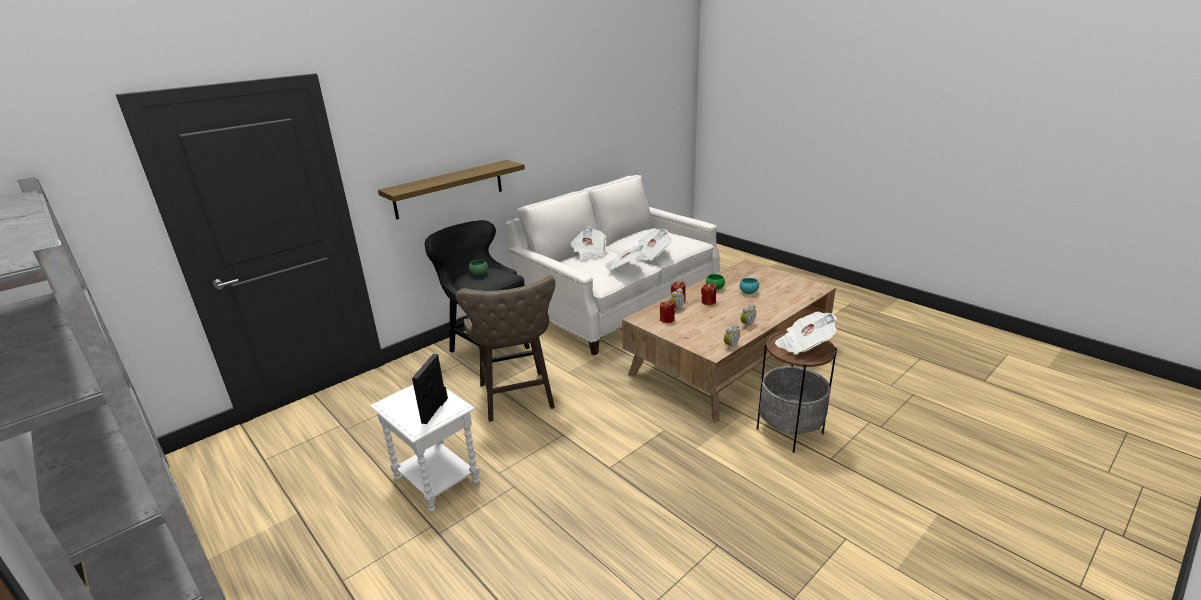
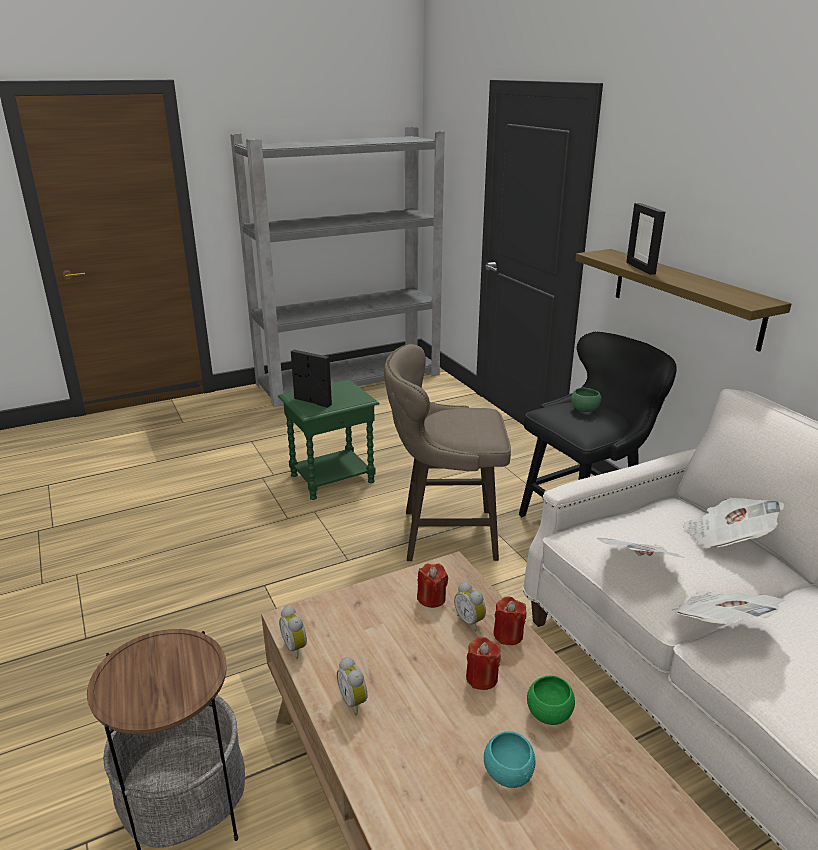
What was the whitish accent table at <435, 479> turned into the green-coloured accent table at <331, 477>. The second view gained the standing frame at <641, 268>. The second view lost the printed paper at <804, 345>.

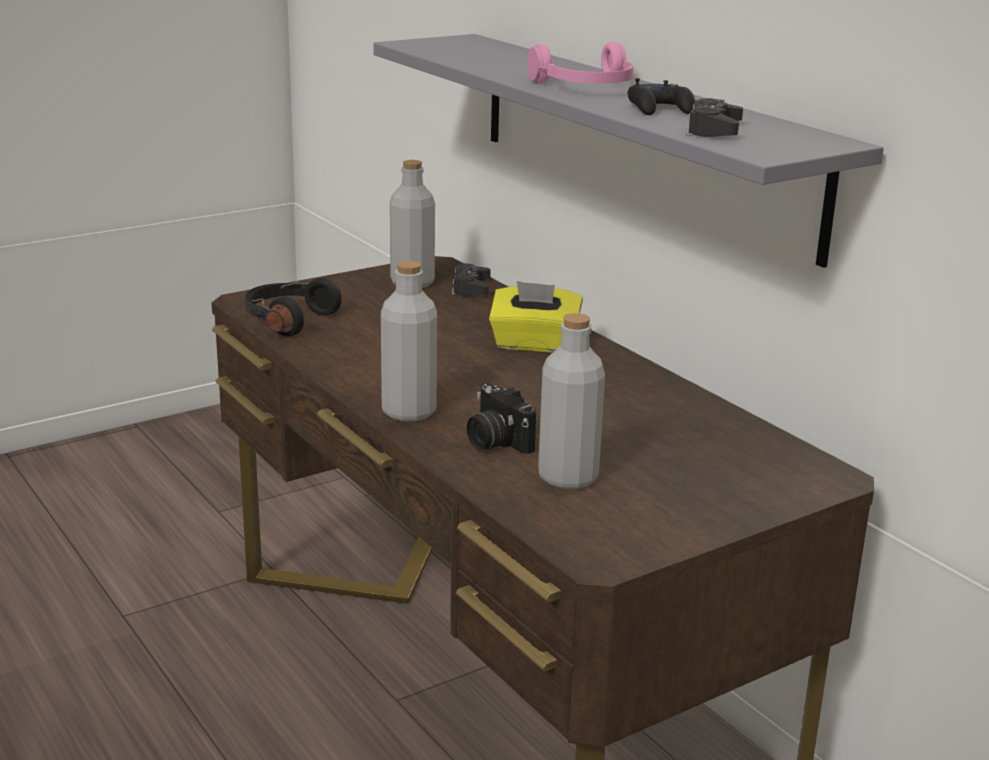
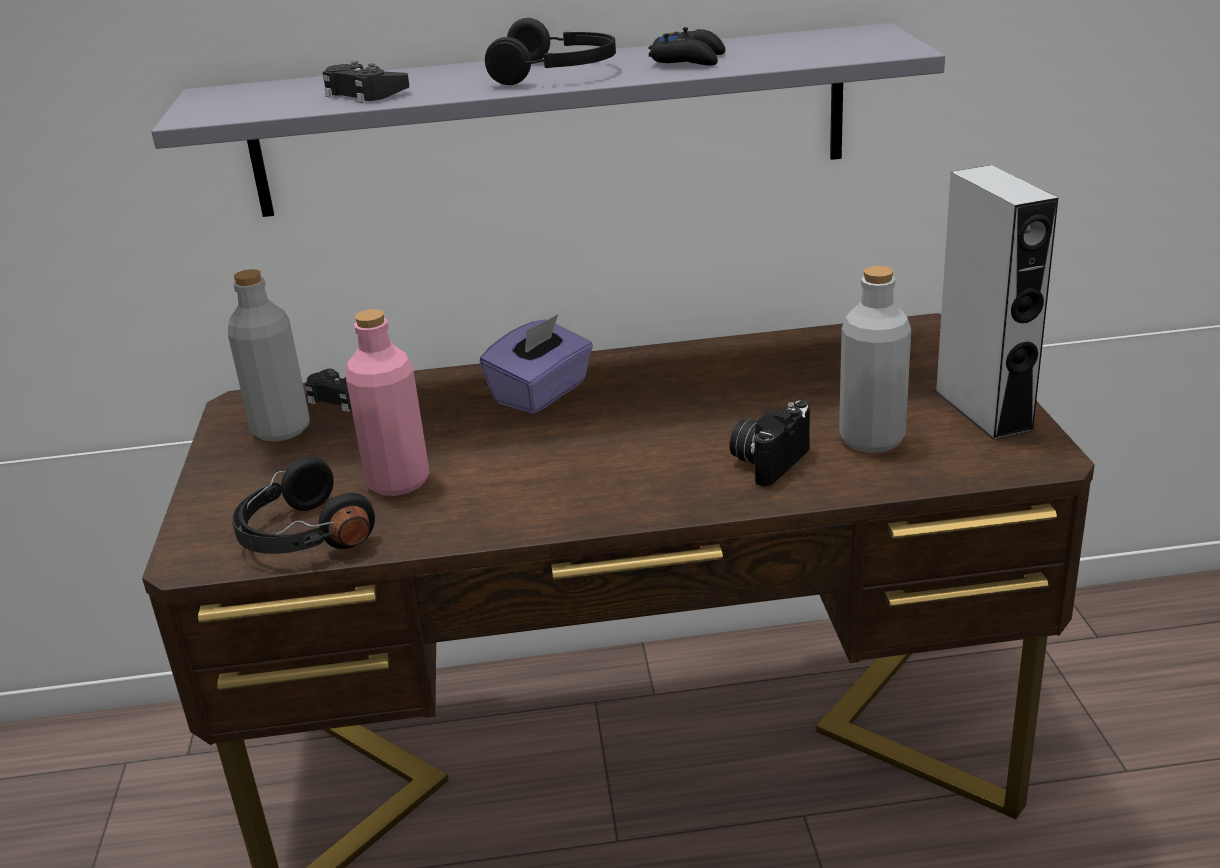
The blackish game controller ended up elsewhere, having gone from <713, 130> to <364, 93>. The second view gained the pink beverage bottle at <398, 481>. What was the yellow tissue holder at <534, 344> turned into the purplish tissue holder at <542, 393>. What was the pink headset at <587, 87> turned into the blackish headset at <557, 72>. The photo camera at <495, 441> ended up facing another way, 135 degrees clockwise from before. The second view gained the gray audio speaker at <983, 410>. The second view lost the gray beverage bottle at <409, 411>.

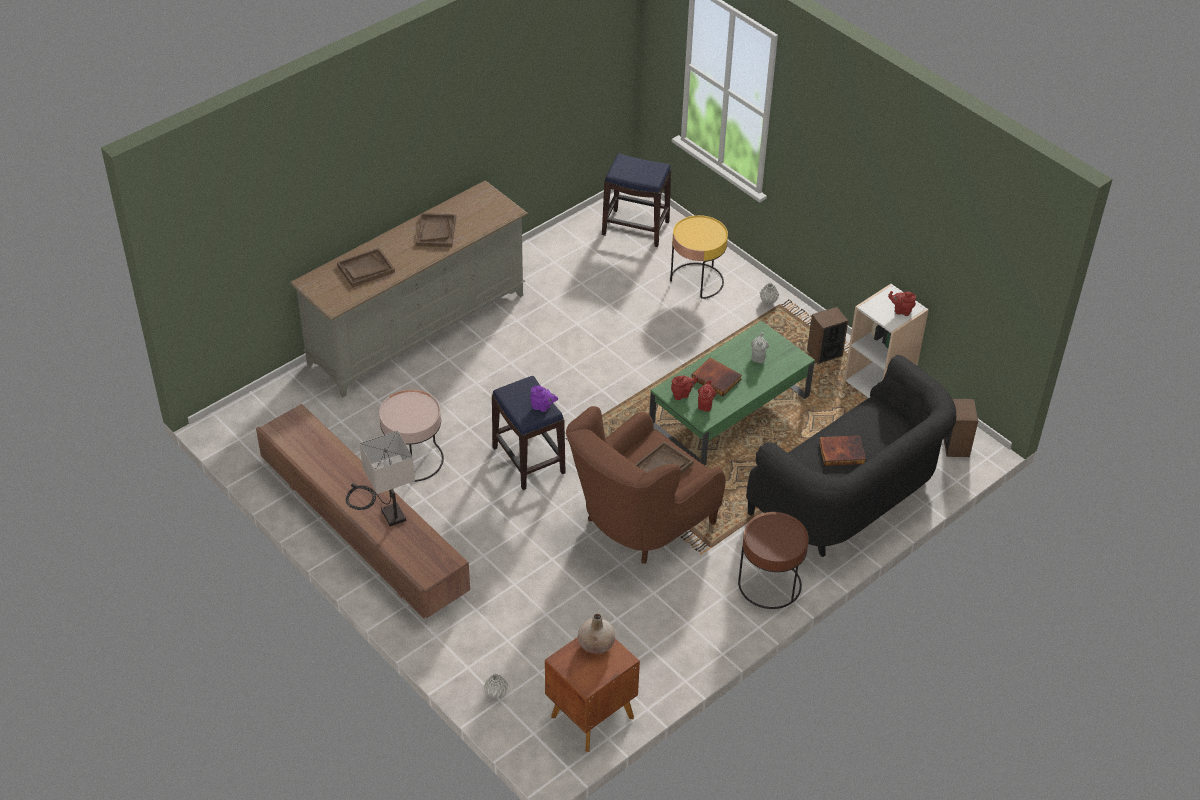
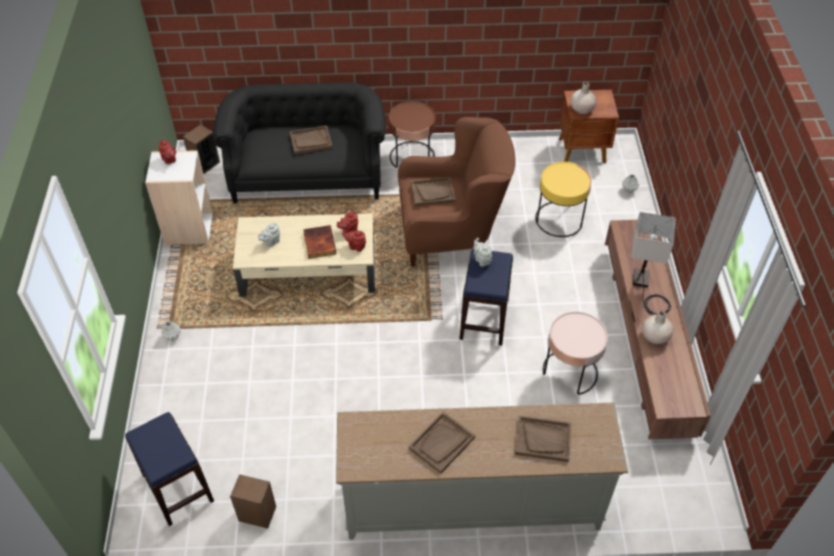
The audio speaker ended up elsewhere, having gone from <824, 353> to <257, 514>. What was the green-coloured lounge table at <729, 411> turned into the sand-coloured lounge table at <309, 269>. Where the book stood at <841, 452>, the brownish tray came to stand at <310, 141>. What was the purplish pot for tea at <542, 407> turned into the gray pot for tea at <482, 260>. The yellow accent table ended up elsewhere, having gone from <697, 281> to <559, 219>. The second view gained the sand-coloured vase at <654, 336>.

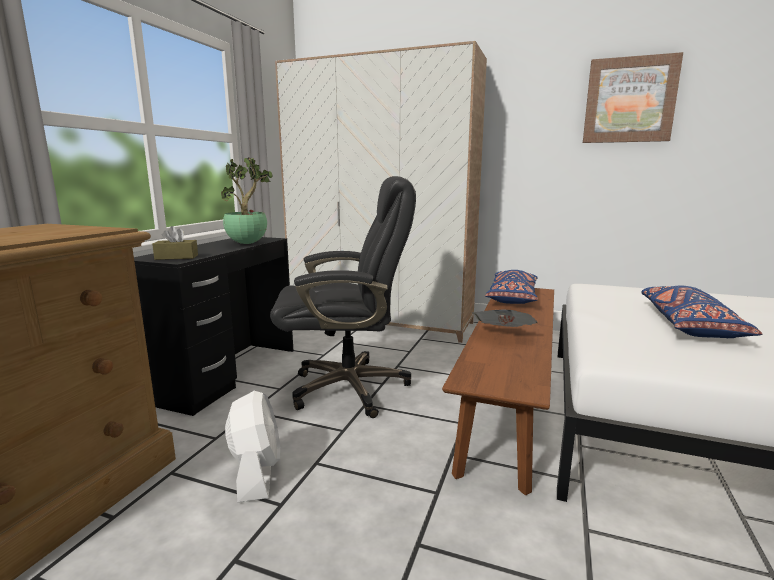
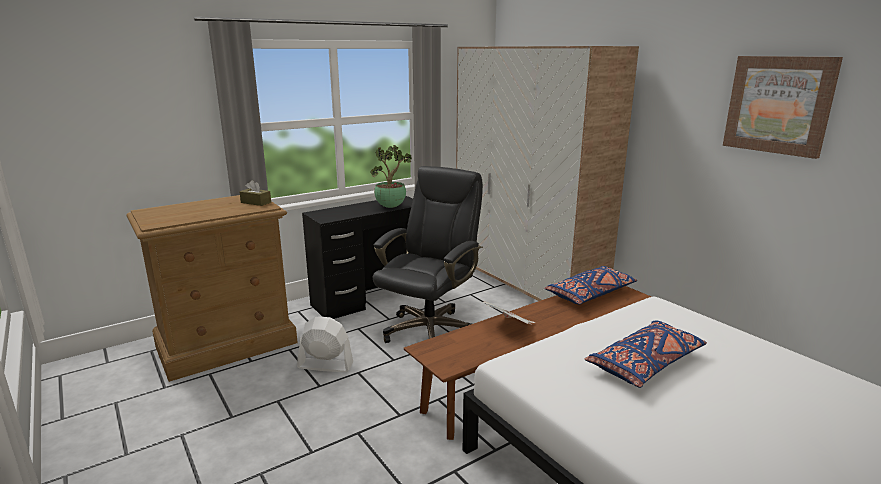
The brownish tissue holder ended up elsewhere, having gone from <176, 257> to <256, 202>. The whitish electric fan at <256, 472> ended up facing another way, 105 degrees counterclockwise from before. The blackish computer chair at <346, 388> ended up facing another way, 90 degrees counterclockwise from before.

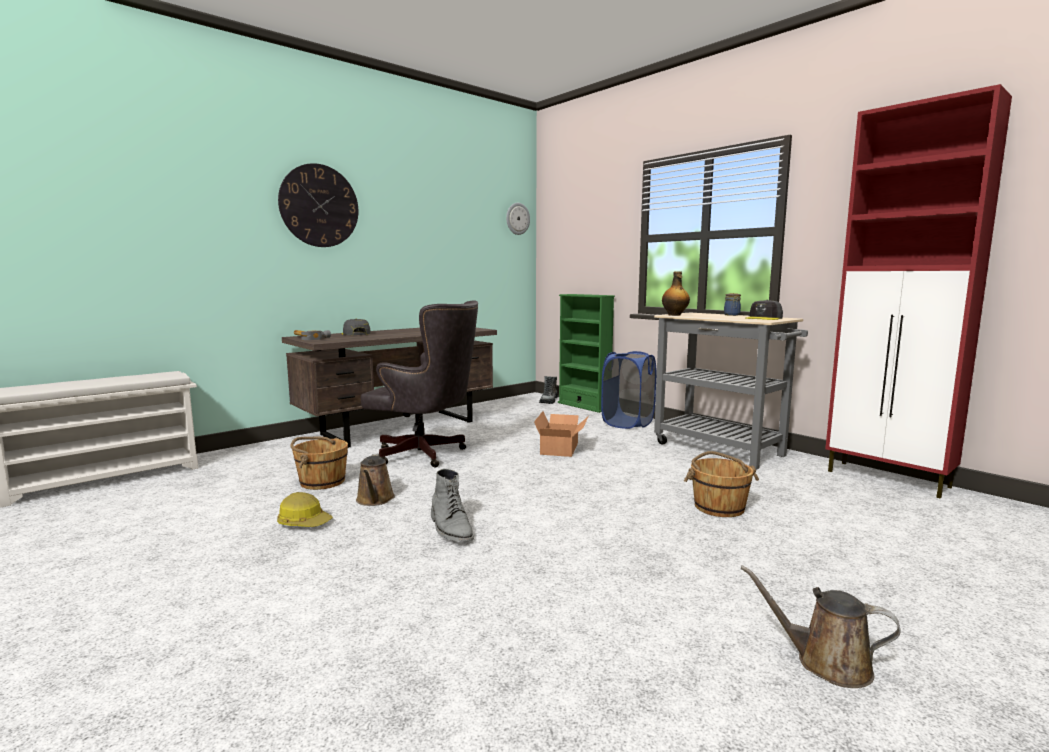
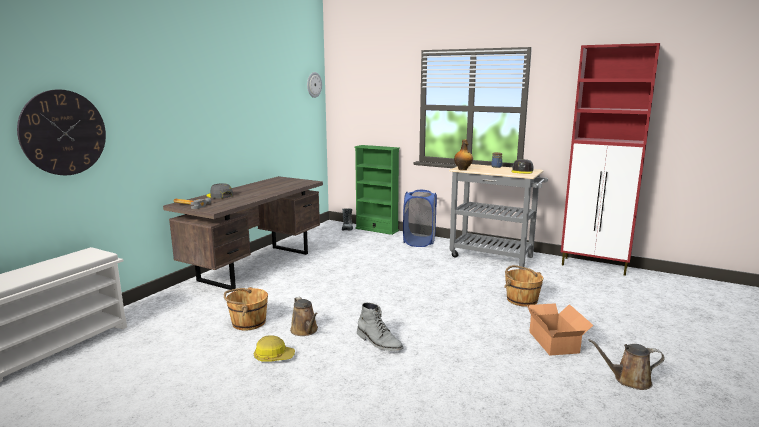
The clock on the wall ended up elsewhere, having gone from <319, 206> to <63, 133>. The cardboard box ended up elsewhere, having gone from <561, 448> to <555, 341>. The second view lost the gray computer chair at <426, 455>.

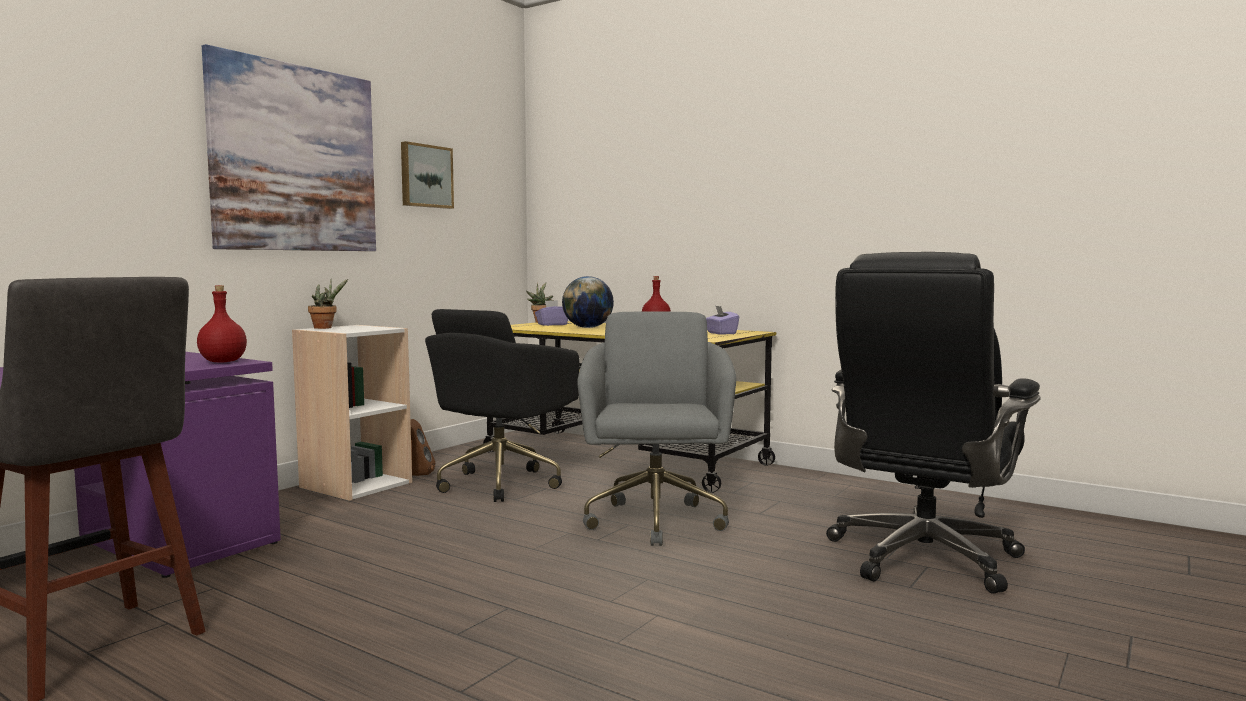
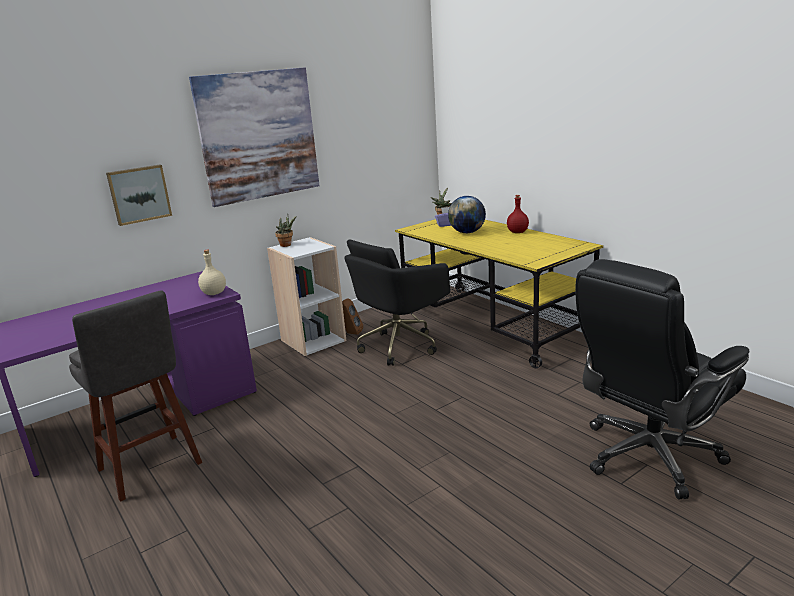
The wall picture ended up elsewhere, having gone from <425, 176> to <139, 194>. What was the reddish beverage bottle at <224, 361> turned into the sand-coloured beverage bottle at <214, 293>. The second view lost the gray computer chair at <655, 524>. The second view lost the purplish tissue holder at <721, 333>.

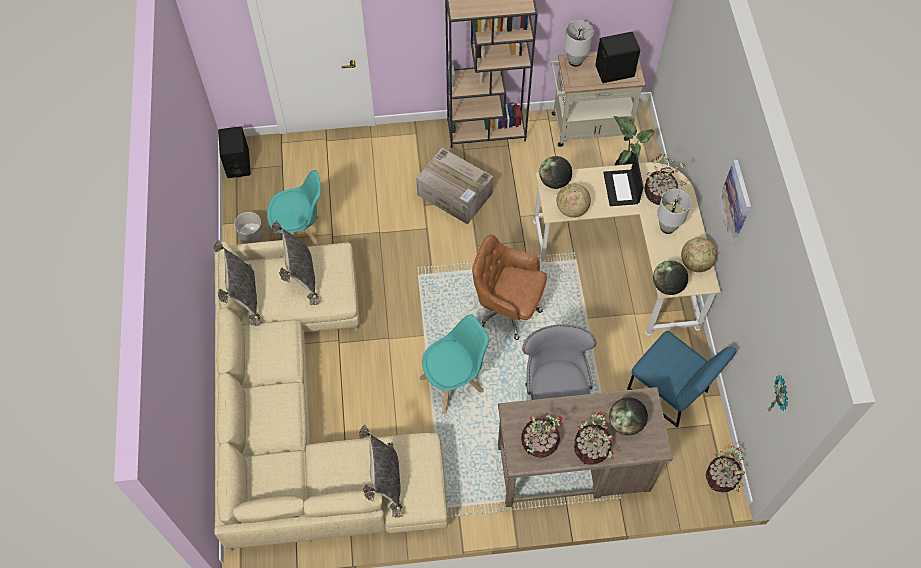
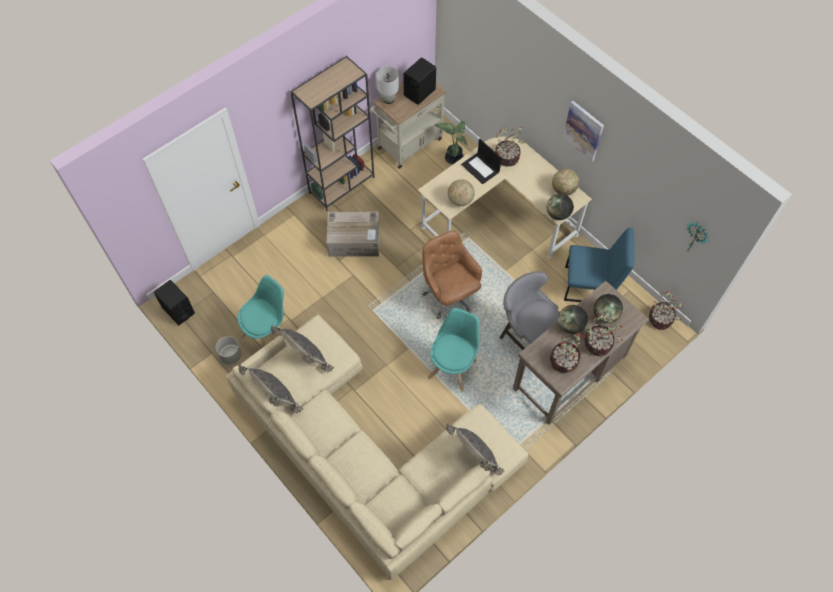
The brownish computer chair at <508, 309> ended up facing another way, 75 degrees clockwise from before. The desk globe ended up elsewhere, having gone from <554, 181> to <570, 325>. The second view lost the whitish table lamp at <667, 227>.

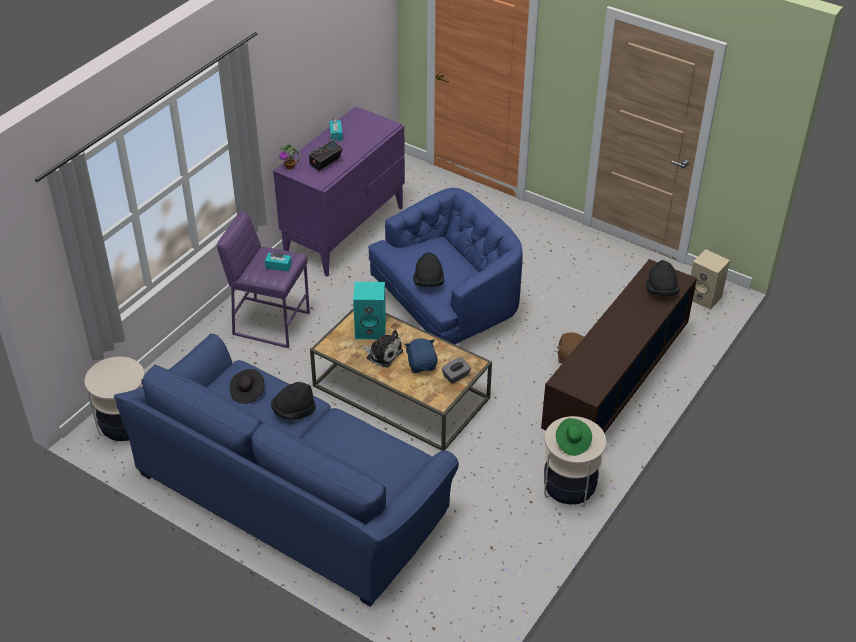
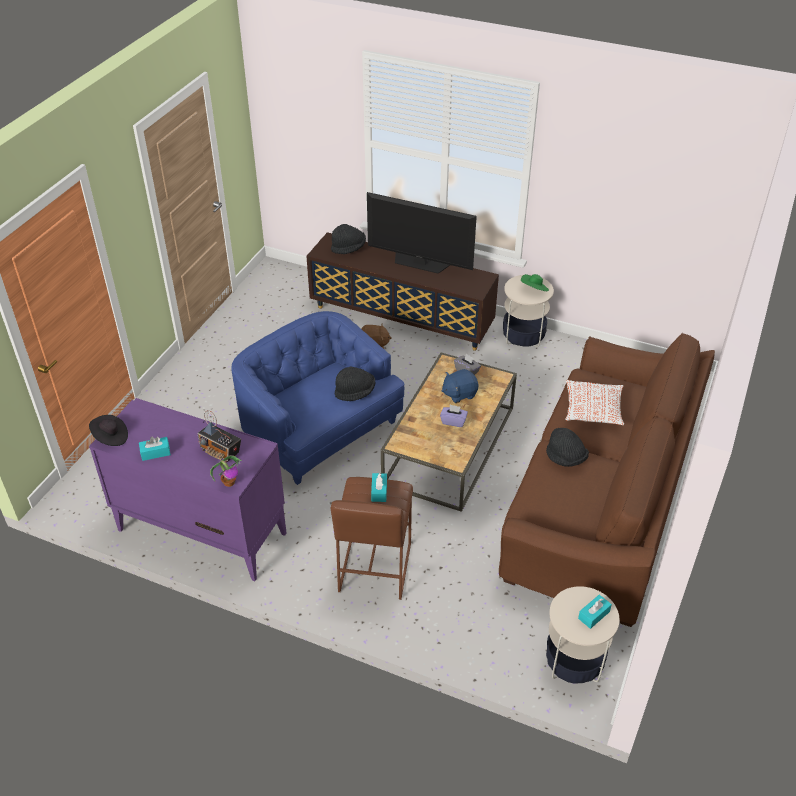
The blackish clothing hat ended up elsewhere, having gone from <247, 392> to <110, 437>. What was the purplish sitting stool at <270, 323> turned into the brownish sitting stool at <374, 568>. The second view gained the TV set at <420, 263>. Where the plush toy stood at <383, 354>, the purplish tissue holder came to stand at <453, 421>. What was the bluish settee at <293, 492> turned into the brownish settee at <600, 500>. The second view gained the whitish throw pillow at <593, 410>. The second view gained the turquoise tissue holder at <593, 615>. The second view lost the turquoise audio speaker at <371, 329>. The second view lost the sand-coloured audio speaker at <705, 297>.

